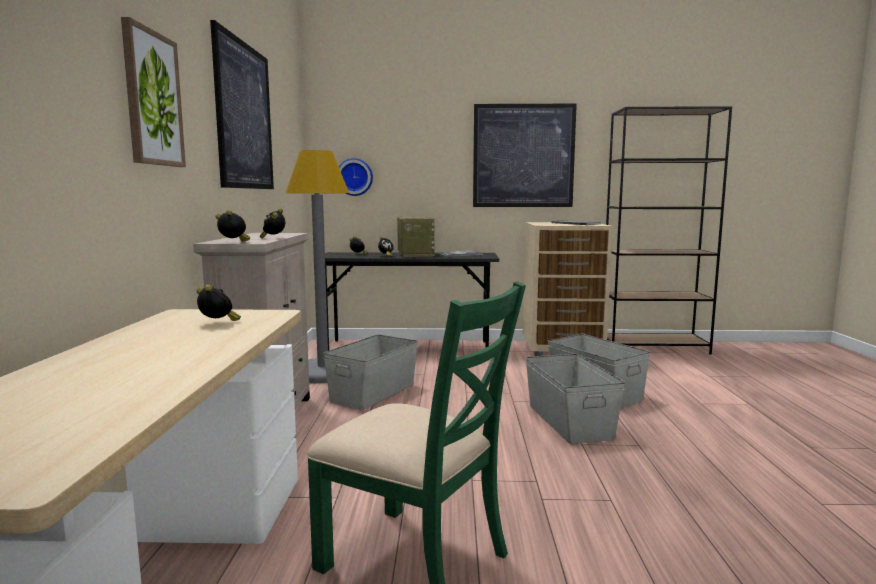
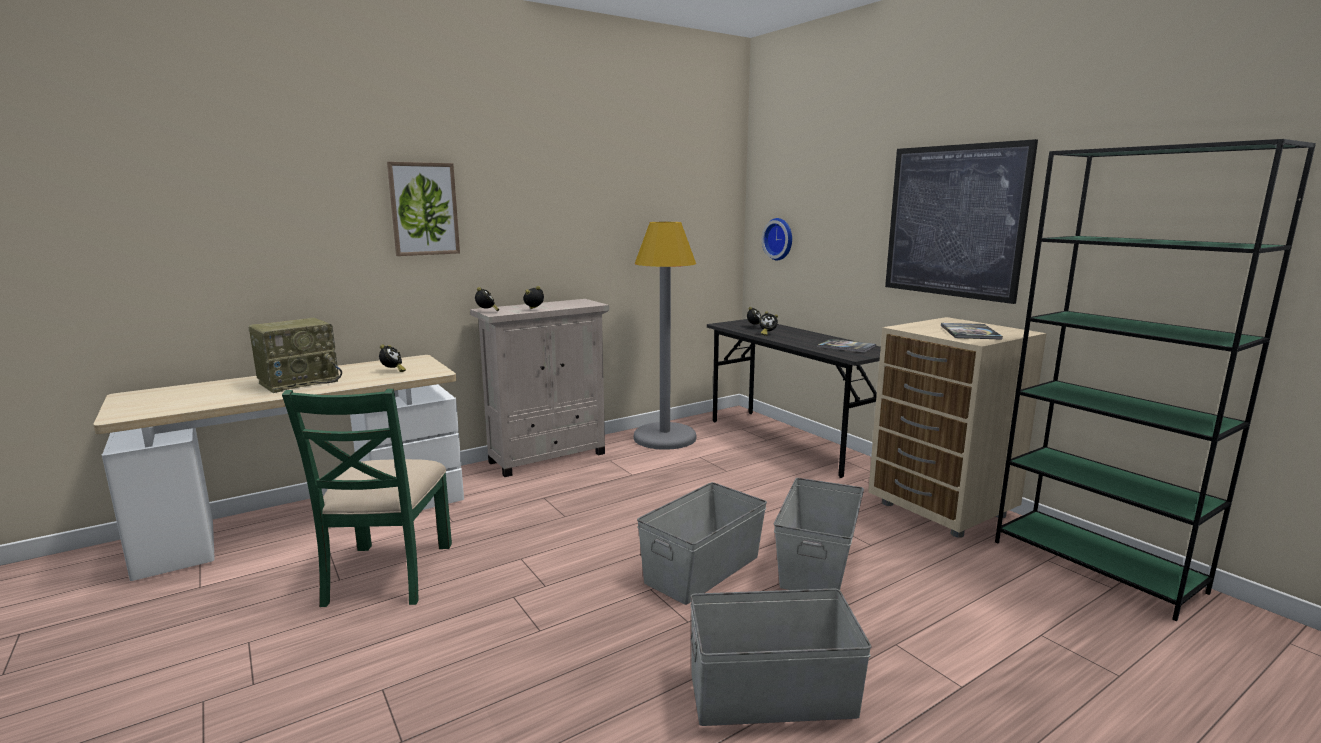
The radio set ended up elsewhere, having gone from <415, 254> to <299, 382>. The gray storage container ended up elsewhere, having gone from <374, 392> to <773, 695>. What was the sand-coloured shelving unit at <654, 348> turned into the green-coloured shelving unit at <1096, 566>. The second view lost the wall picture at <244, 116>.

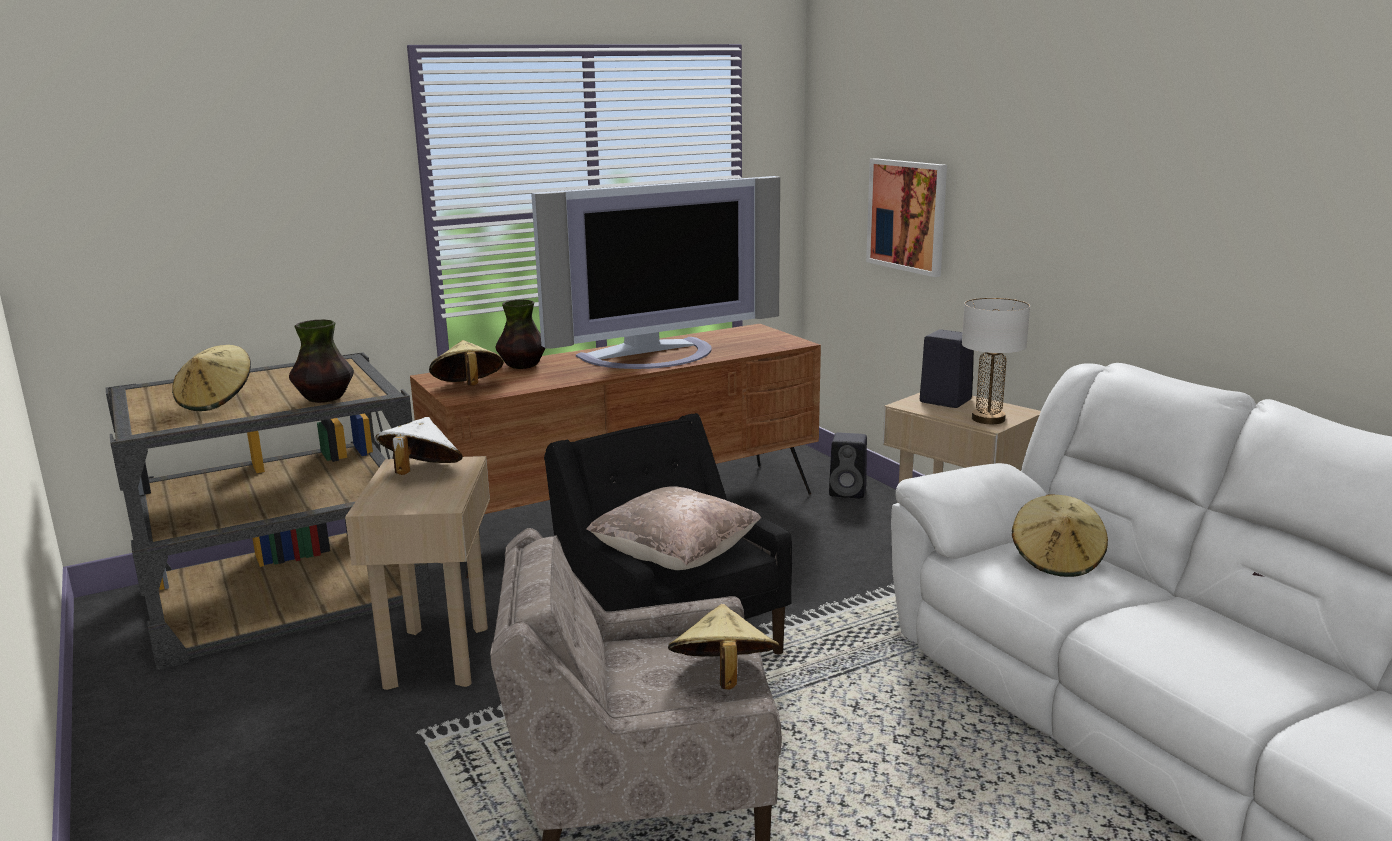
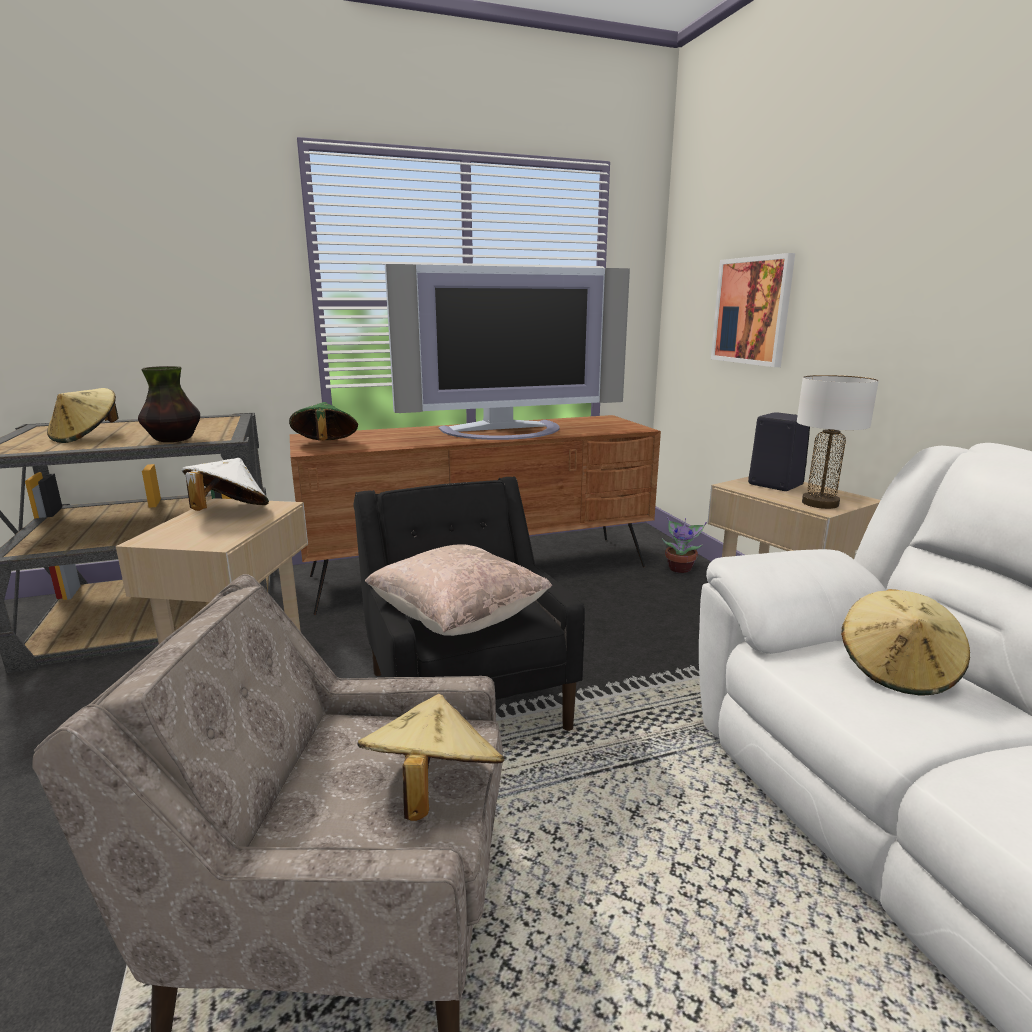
What was the sand-coloured clothing hat at <468, 388> turned into the green-coloured clothing hat at <325, 445>. Where the blackish audio speaker stood at <849, 492>, the houseplant came to stand at <680, 568>. The second view lost the vase at <523, 366>.

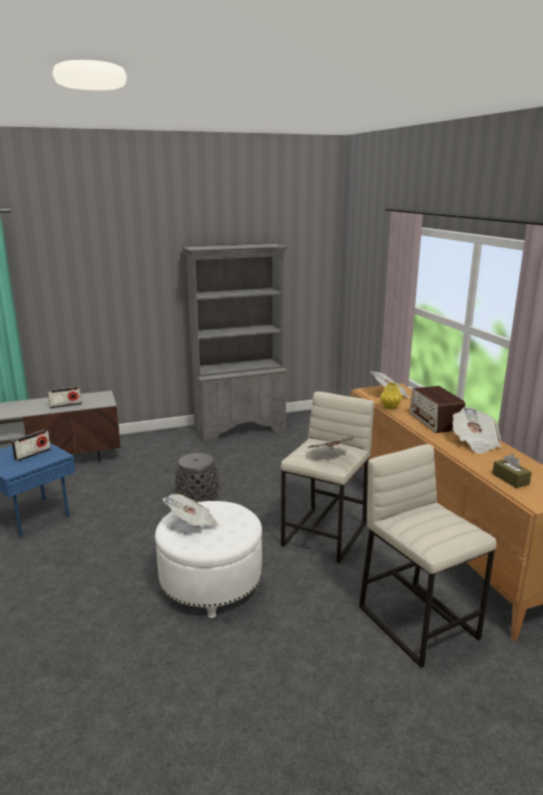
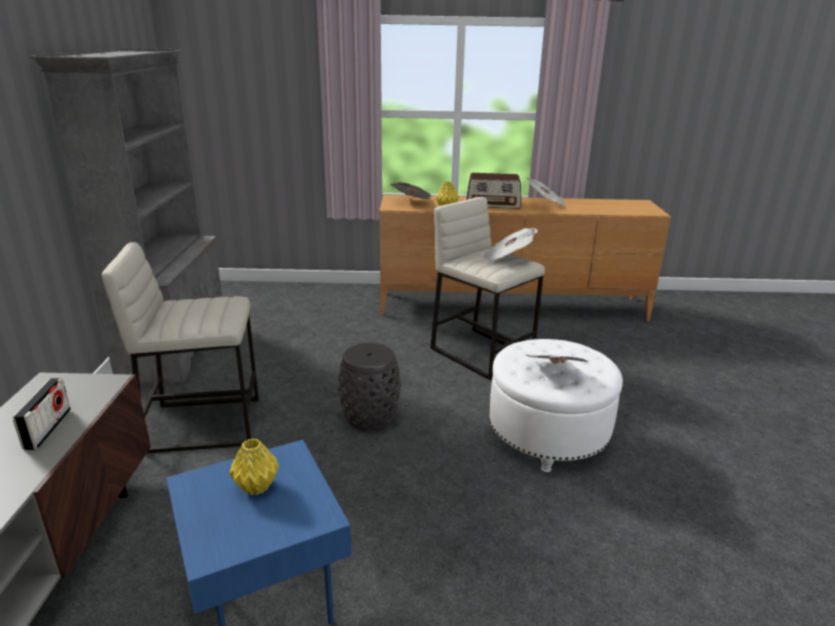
The sand-coloured sitting stool ended up elsewhere, having gone from <417, 622> to <204, 424>. Where the radio set stood at <33, 454>, the yellow vase came to stand at <256, 486>. The second view lost the brownish tissue holder at <510, 479>.

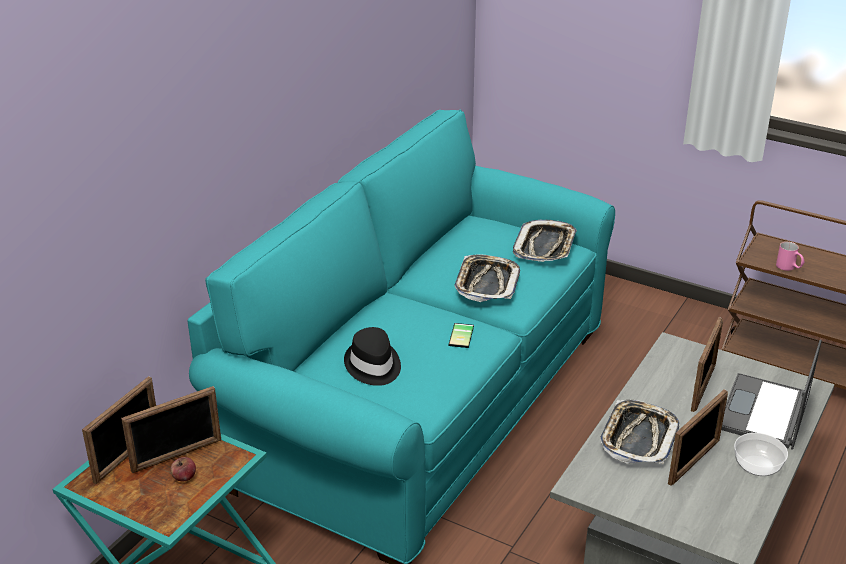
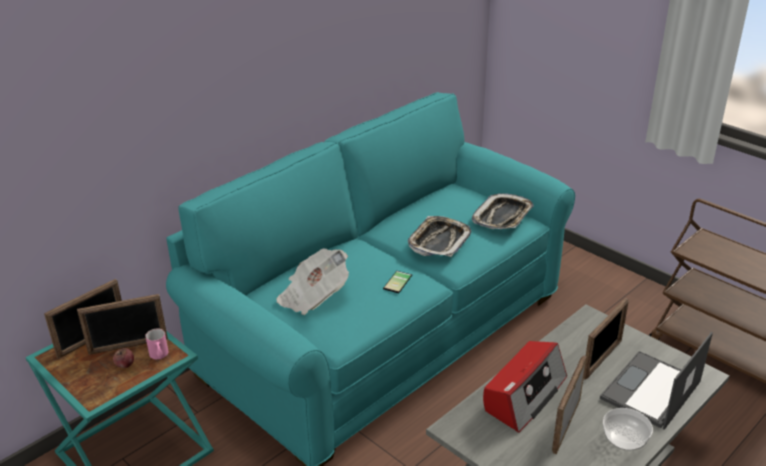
The pink tea mug ended up elsewhere, having gone from <789, 268> to <159, 356>. Where the blackish clothing hat stood at <373, 366>, the printed paper came to stand at <313, 297>. Where the tray stood at <638, 438>, the radio set came to stand at <524, 394>. The standing frame at <694, 462> ended up facing another way, 150 degrees clockwise from before.

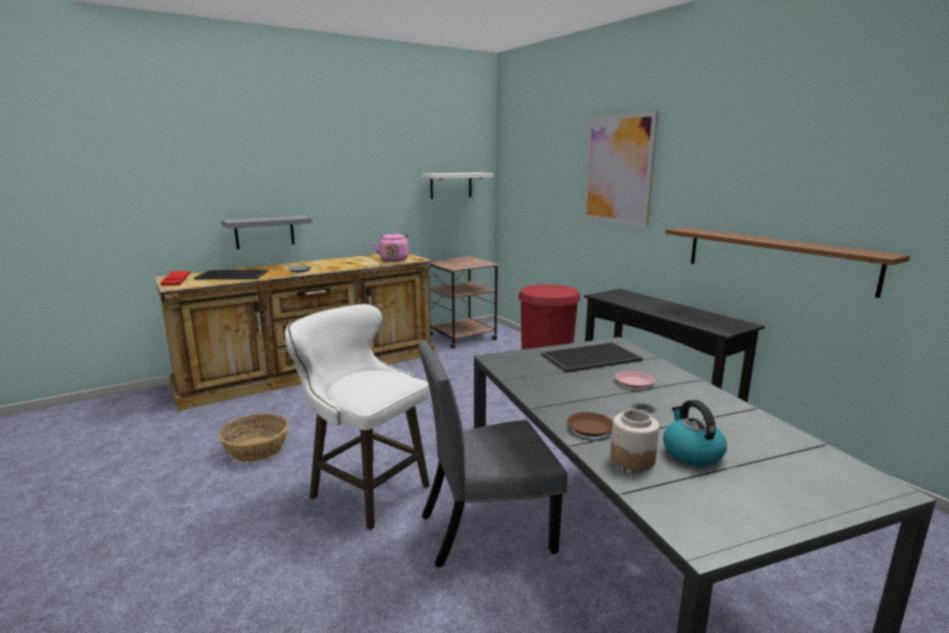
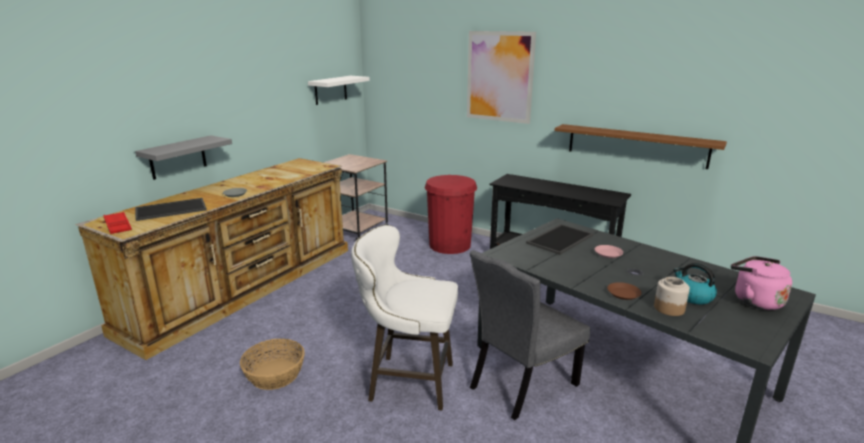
The pink kettle ended up elsewhere, having gone from <394, 259> to <754, 300>.

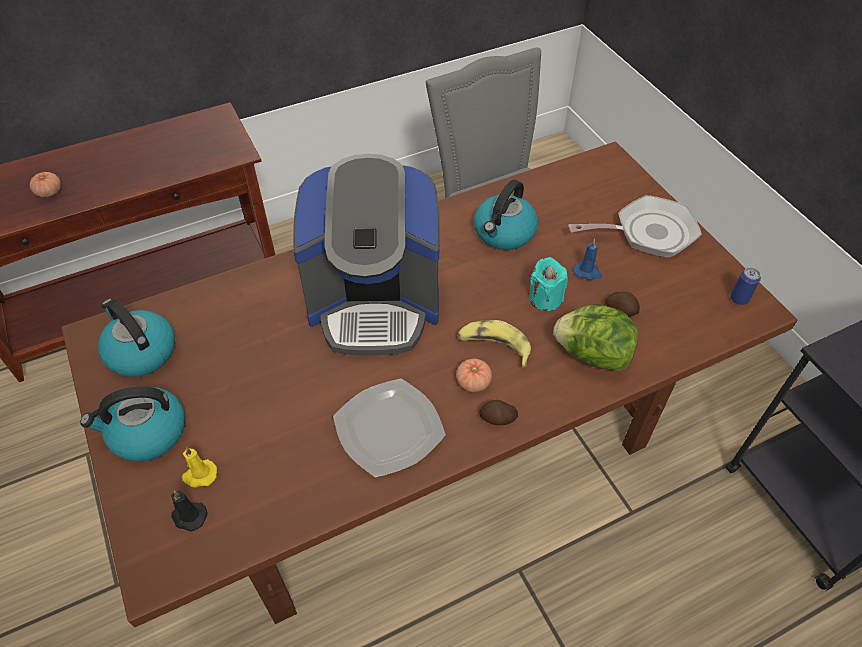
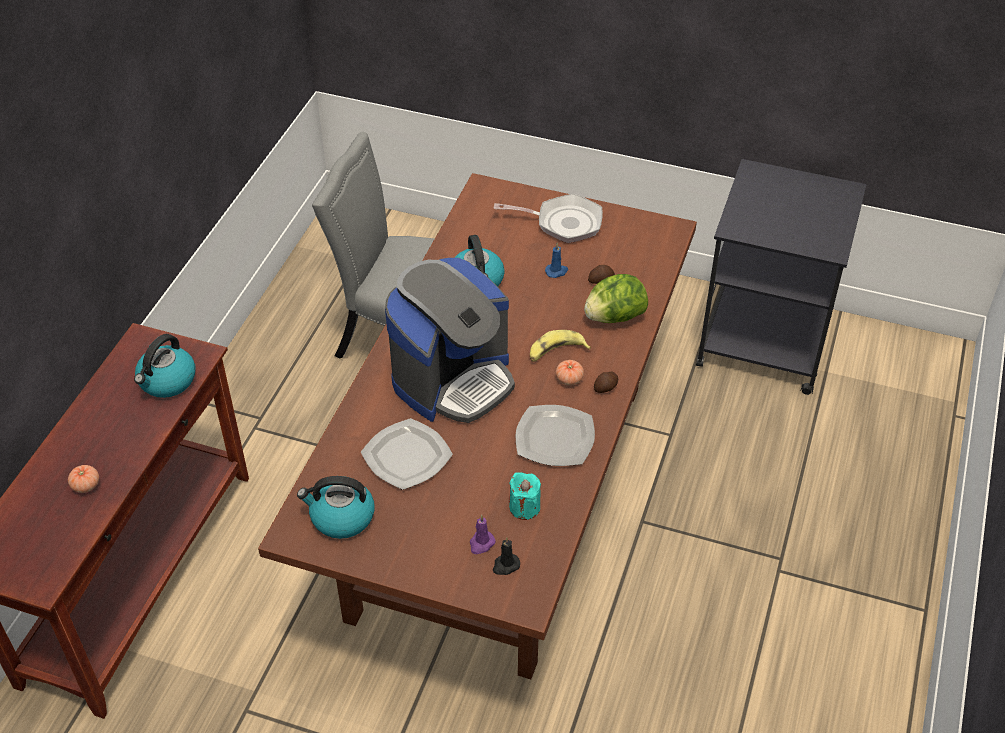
The kettle ended up elsewhere, having gone from <147, 433> to <167, 381>. The second view gained the flat dish at <407, 455>. What was the yellow wax light at <199, 475> turned into the purplish wax light at <481, 544>. The frying pan at <648, 233> ended up facing another way, 60 degrees clockwise from before. The turquoise wax light ended up elsewhere, having gone from <545, 298> to <524, 507>. The second view lost the metal can at <739, 299>.

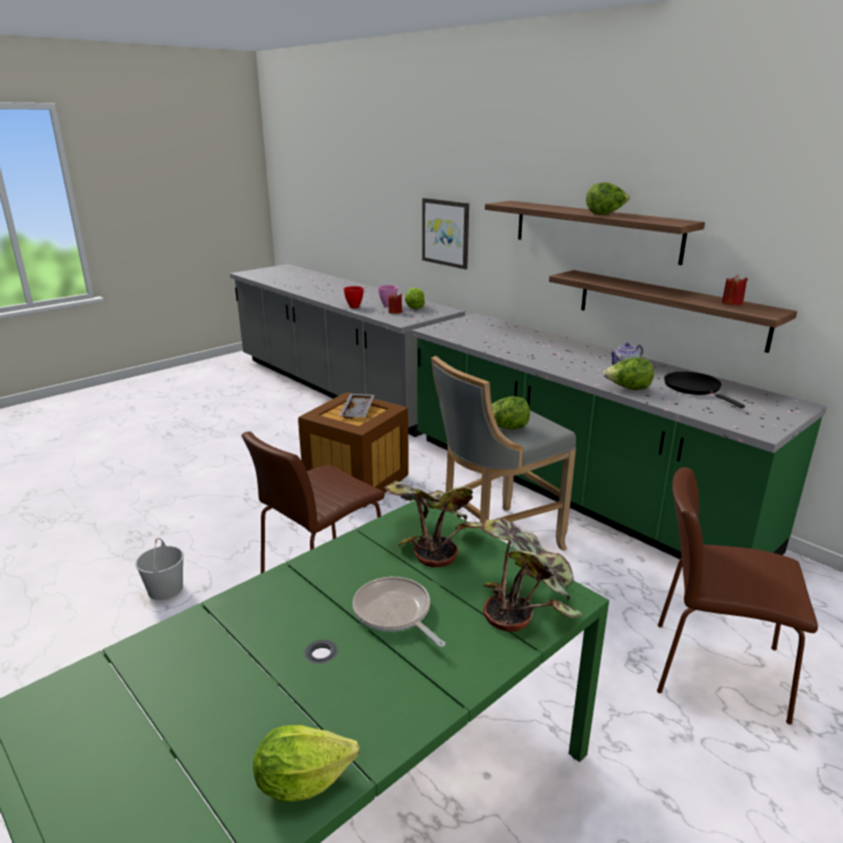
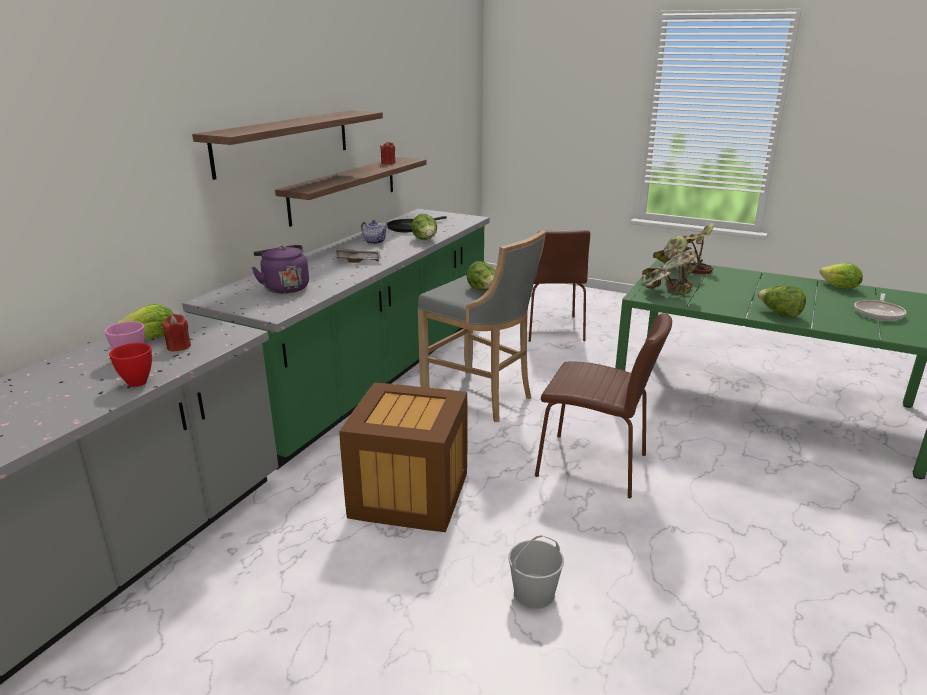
The second view gained the purplish kettle at <284, 288>. The gray tray ended up elsewhere, having gone from <358, 411> to <357, 260>. The whitish bucket ended up elsewhere, having gone from <165, 589> to <533, 594>. The lettuce ended up elsewhere, having gone from <605, 214> to <779, 314>. The frying pan ended up elsewhere, having gone from <394, 613> to <879, 313>. The second view lost the wall picture at <446, 232>.

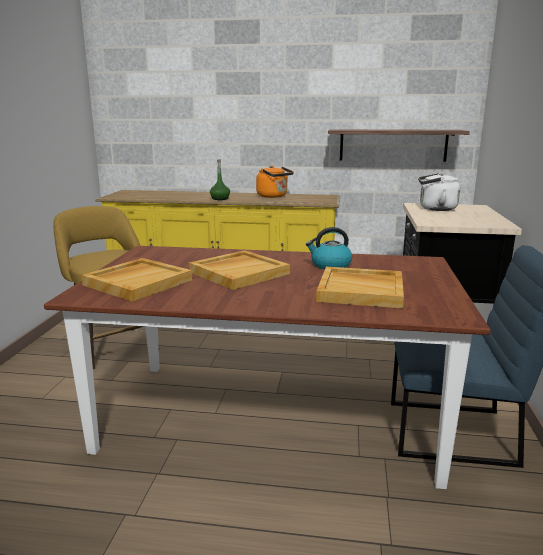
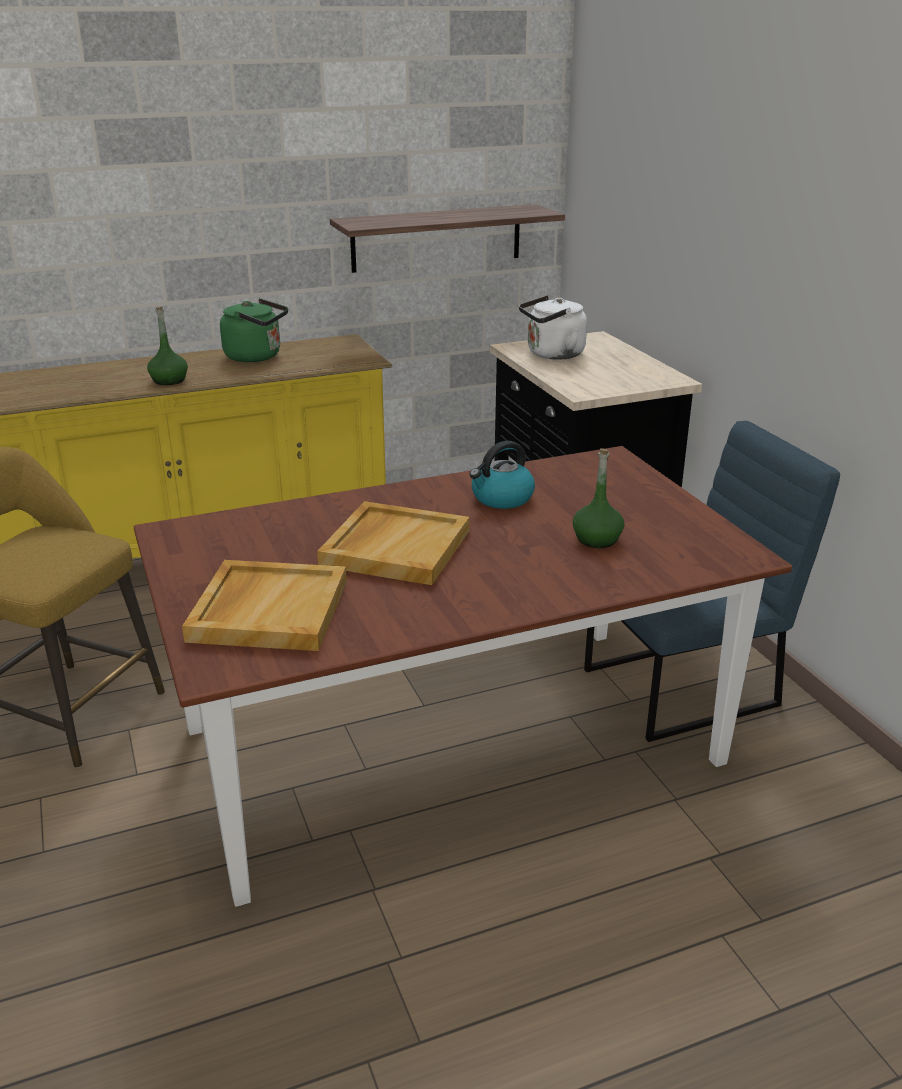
What was the orange-coloured kettle at <273, 196> turned into the green-coloured kettle at <257, 357>. Where the sand-coloured tray stood at <361, 290>, the green-coloured beverage bottle came to stand at <597, 539>.

